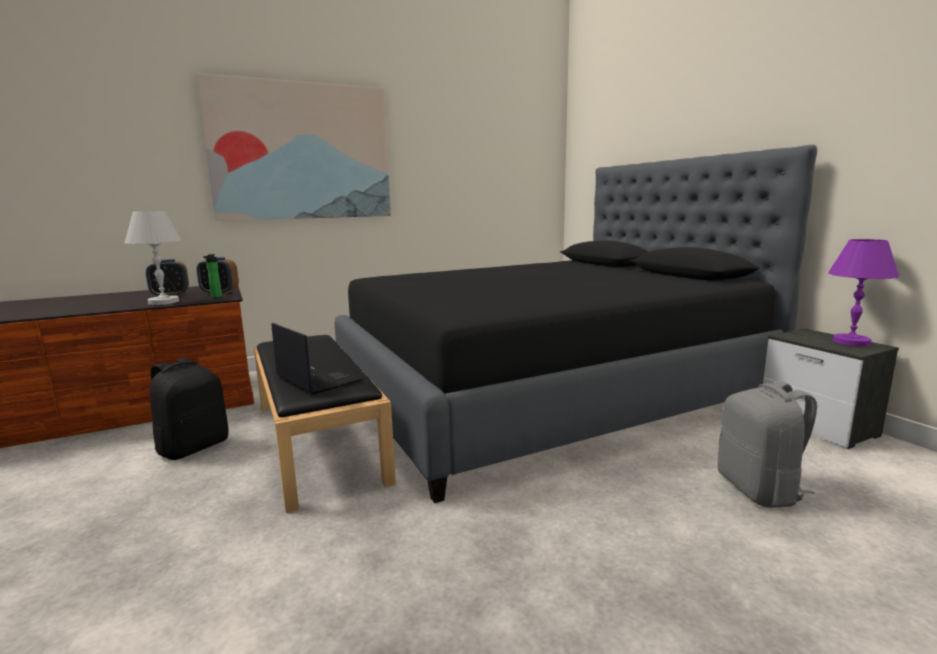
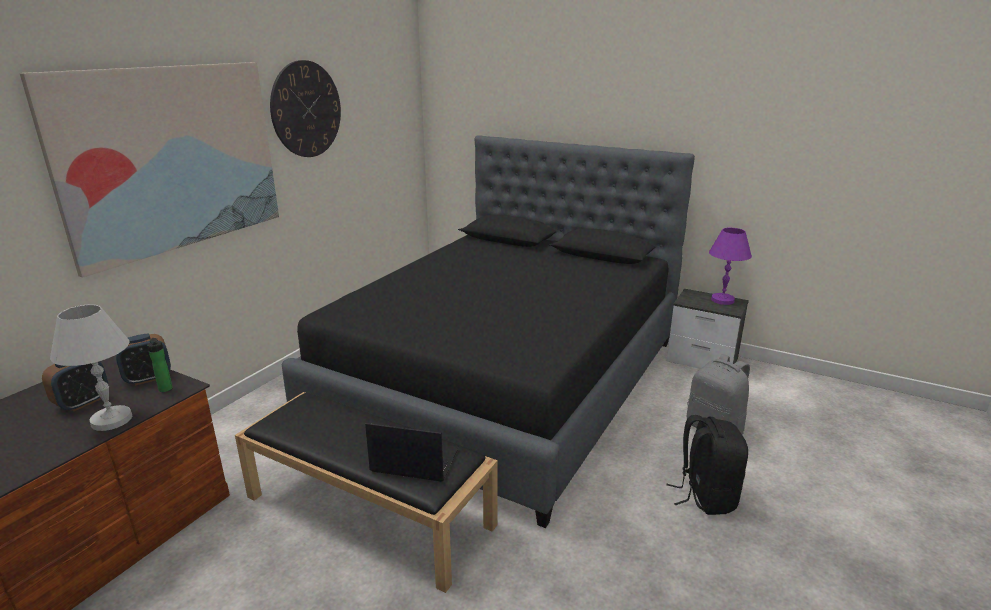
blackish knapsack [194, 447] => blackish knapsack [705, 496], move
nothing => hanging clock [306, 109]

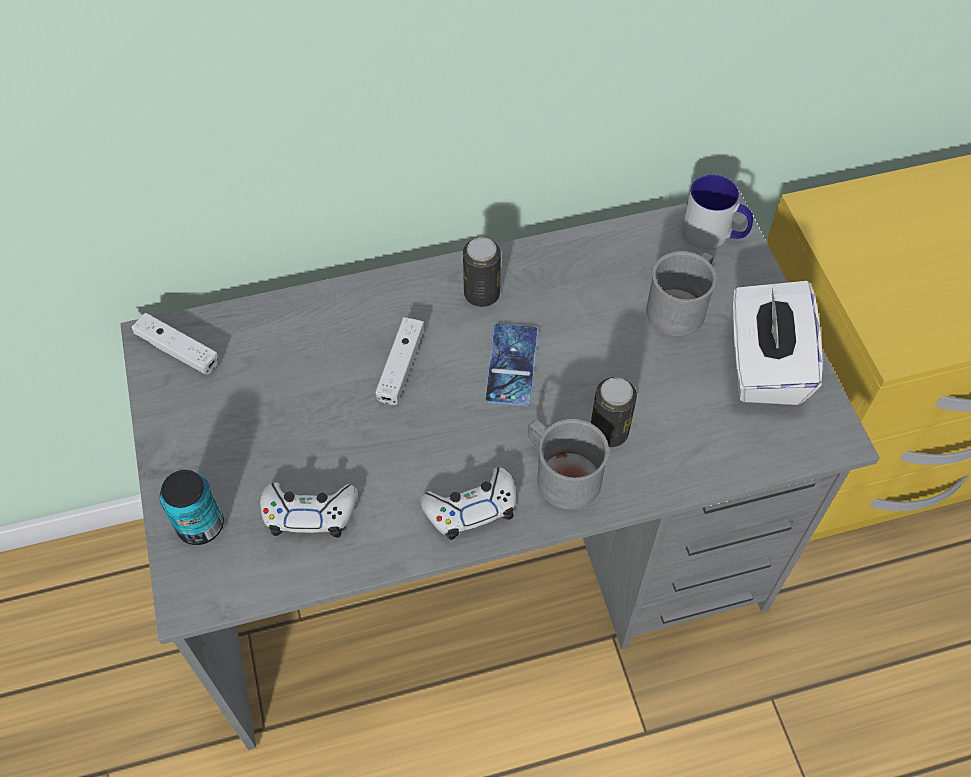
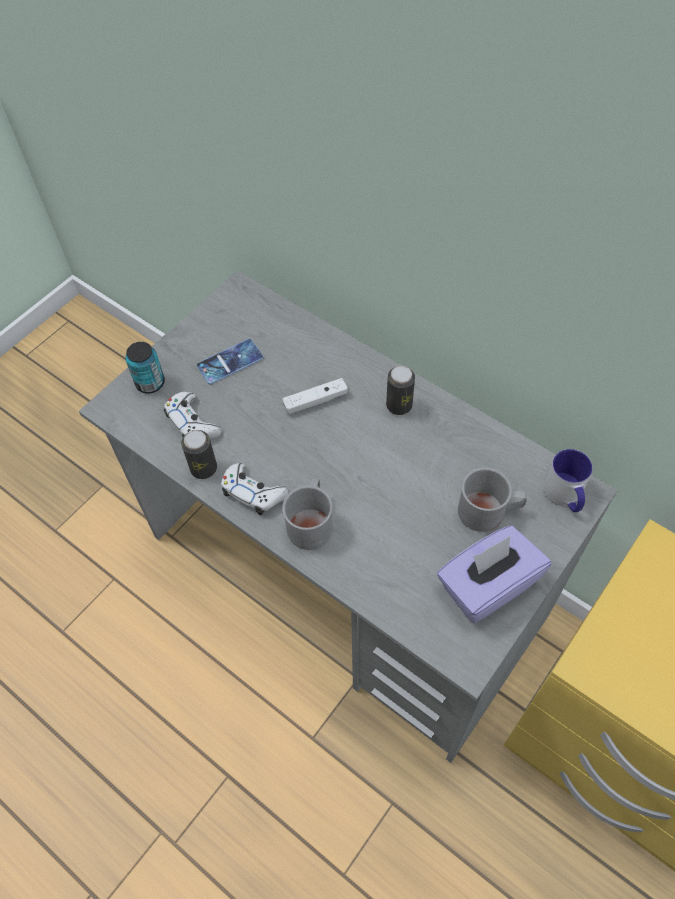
white joypad [178, 350] => nothing
handset [511, 365] => handset [230, 362], move
sealed can [609, 432] => sealed can [204, 468], move
white box of tissues [764, 365] => purple-coloured box of tissues [487, 585]

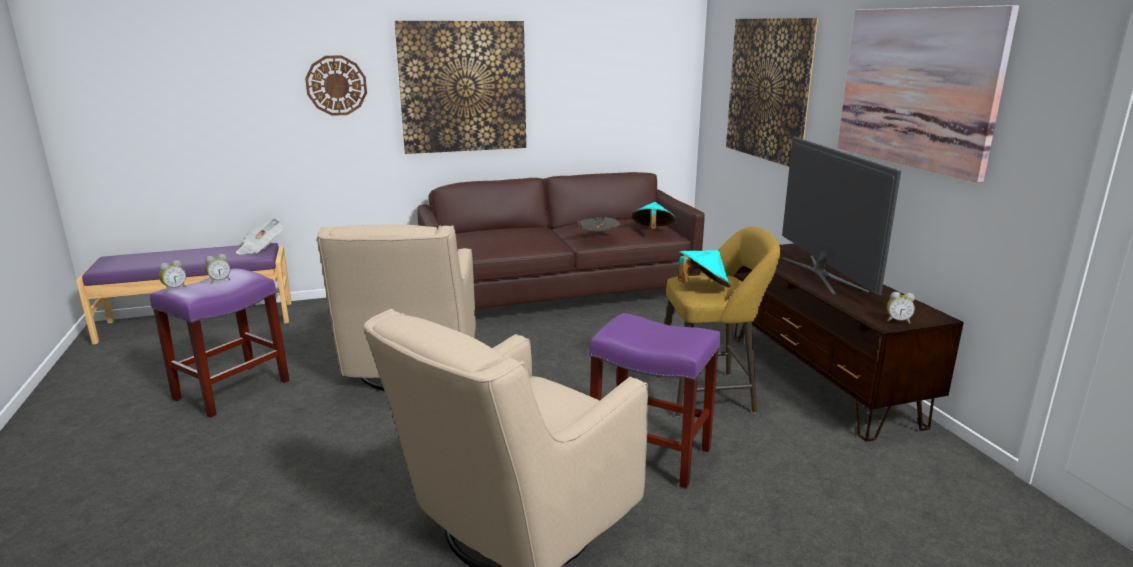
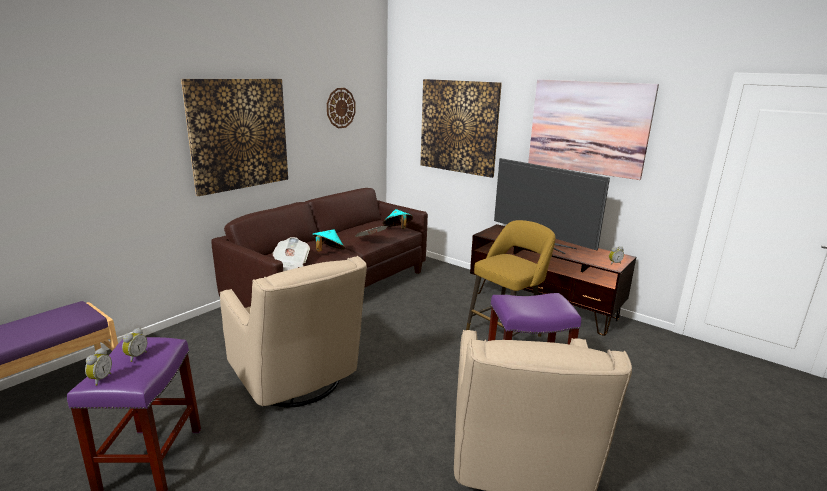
printed paper [261, 249] => printed paper [291, 264], move
hanging clock [336, 85] => hanging clock [340, 108], move
turquoise hat [702, 287] => turquoise hat [328, 252], move

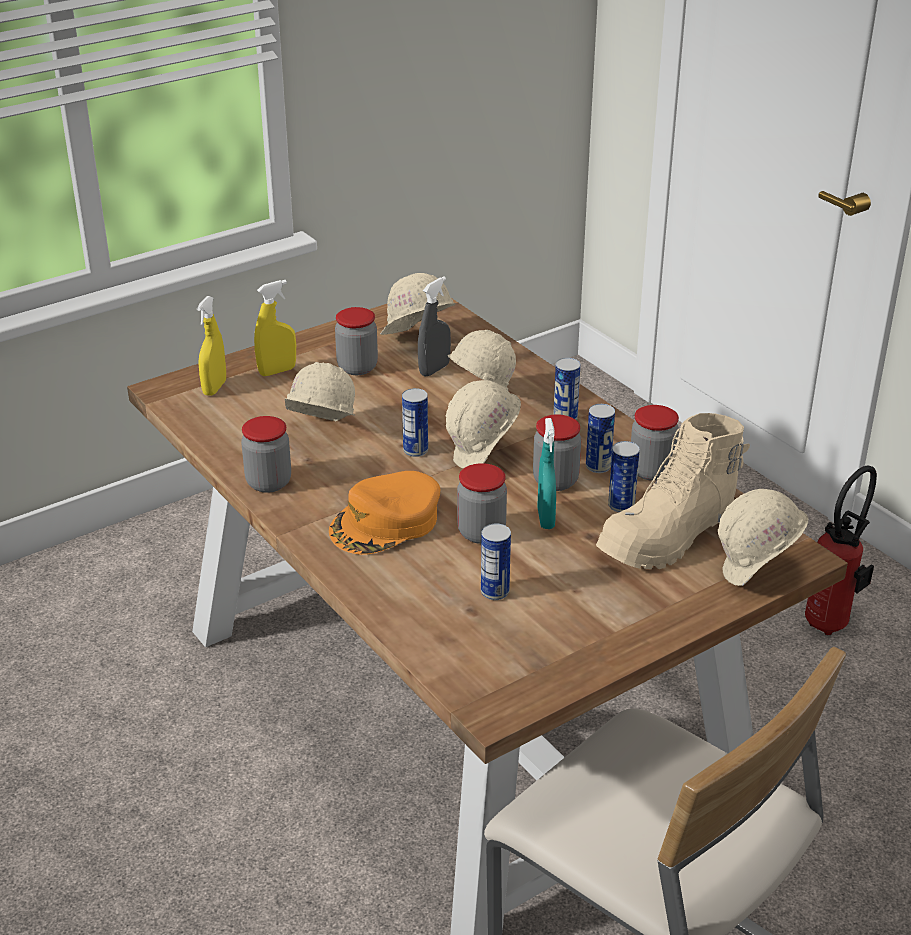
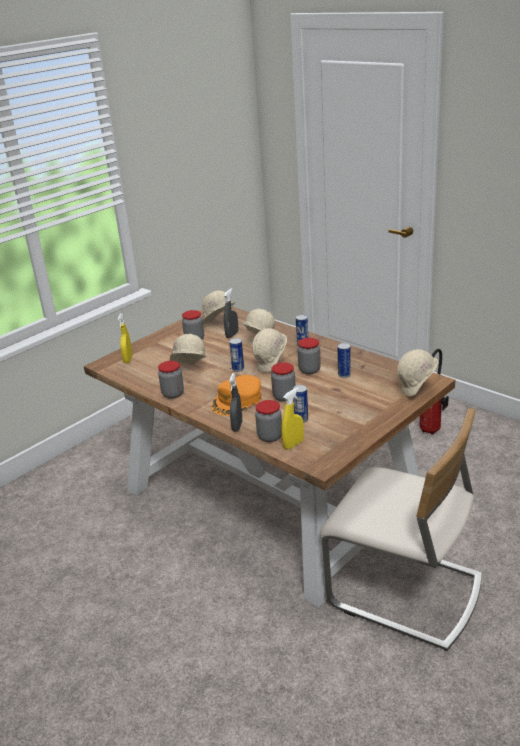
yellow sprayer [277, 371] => yellow sprayer [293, 444], move
turquoise sprayer [545, 518] => nothing
sealed can [598, 466] => nothing
beige-coloured high-top boot [669, 536] => nothing
storage jar [651, 471] => storage jar [270, 437], move
nothing => grey sprayer [237, 426]

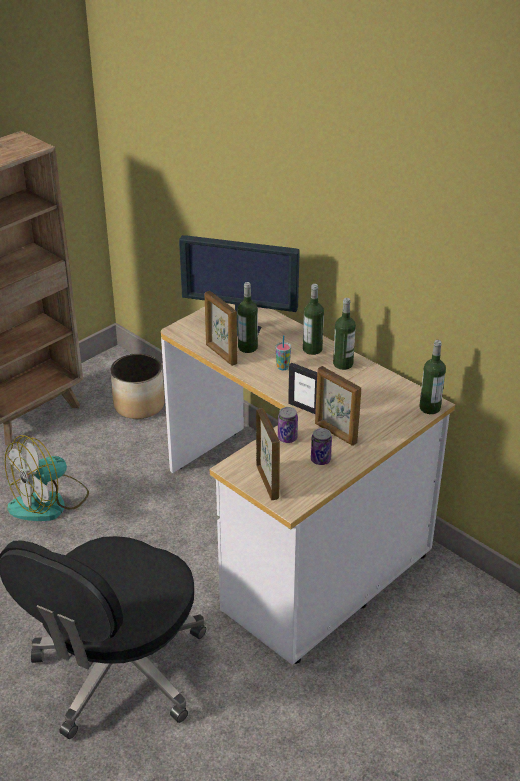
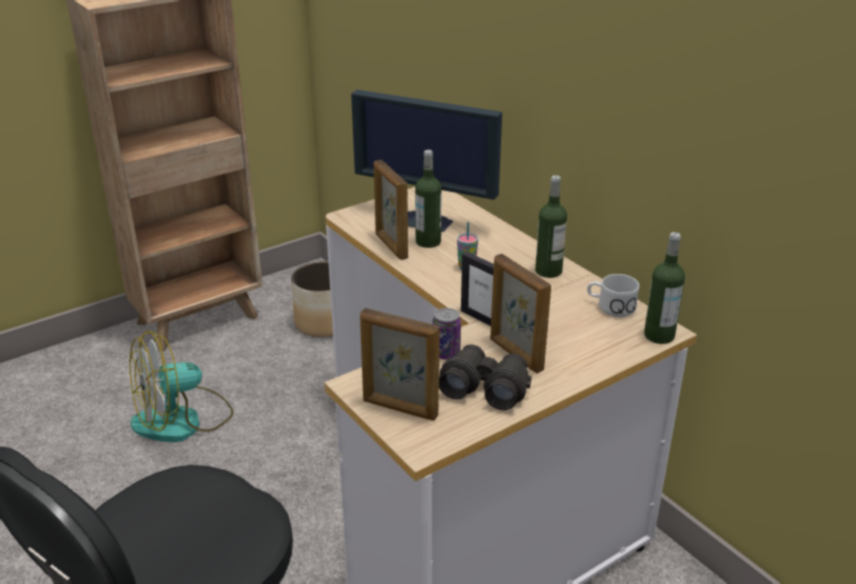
picture frame [267, 482] => picture frame [400, 409], 120 degrees clockwise
beverage bottle [312, 349] => nothing
sealed can [320, 460] => blackish pair of binoculars [485, 387]
nothing => white mug [610, 307]

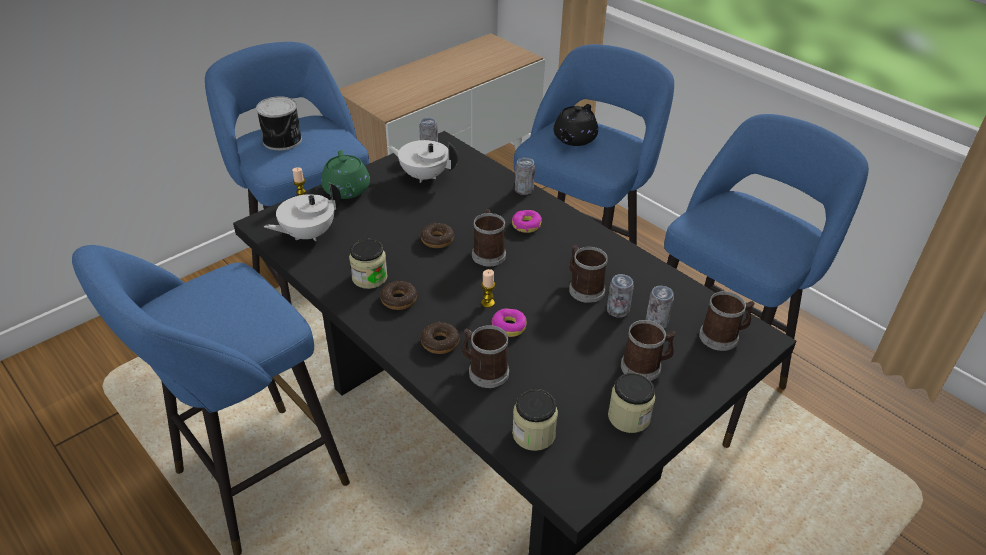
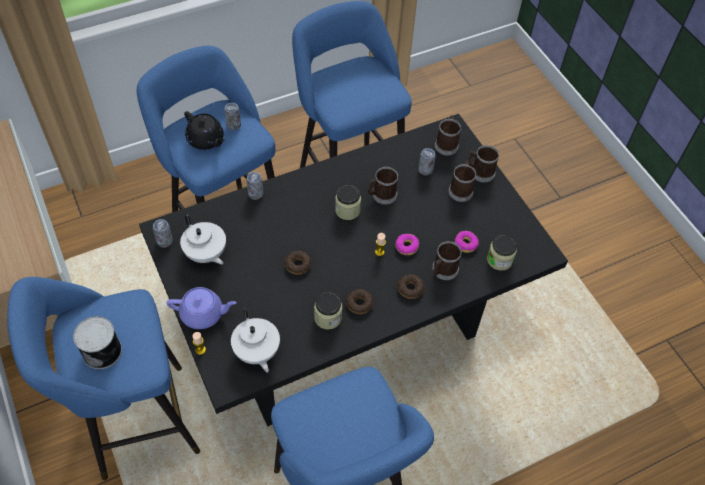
green pot for tea [346, 190] => purple-coloured pot for tea [203, 314]
white pot for tea [424, 176] => white pot for tea [205, 254], 75 degrees counterclockwise
mug [488, 253] => mug [480, 172], move
donut [526, 225] => donut [466, 244], move
sealed can [617, 310] => sealed can [233, 125], move
storage jar [629, 417] => storage jar [347, 210], move

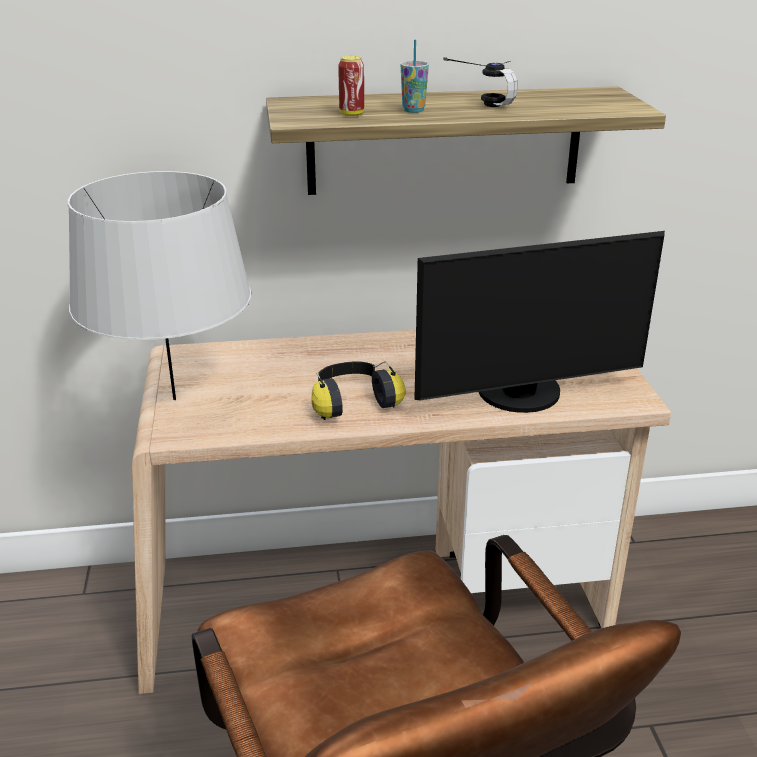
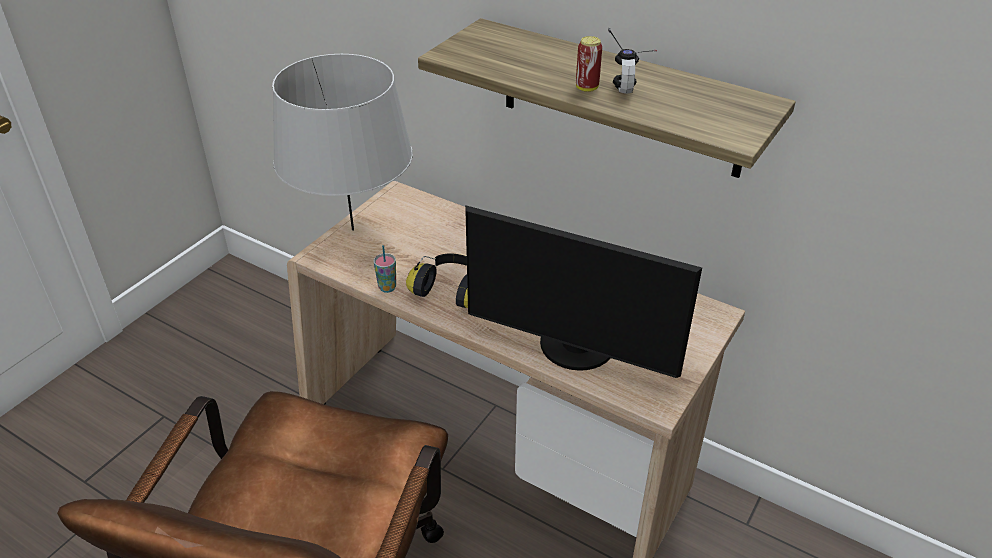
sealed can [351, 114] => sealed can [587, 88], move
cup [413, 110] => cup [387, 288], move

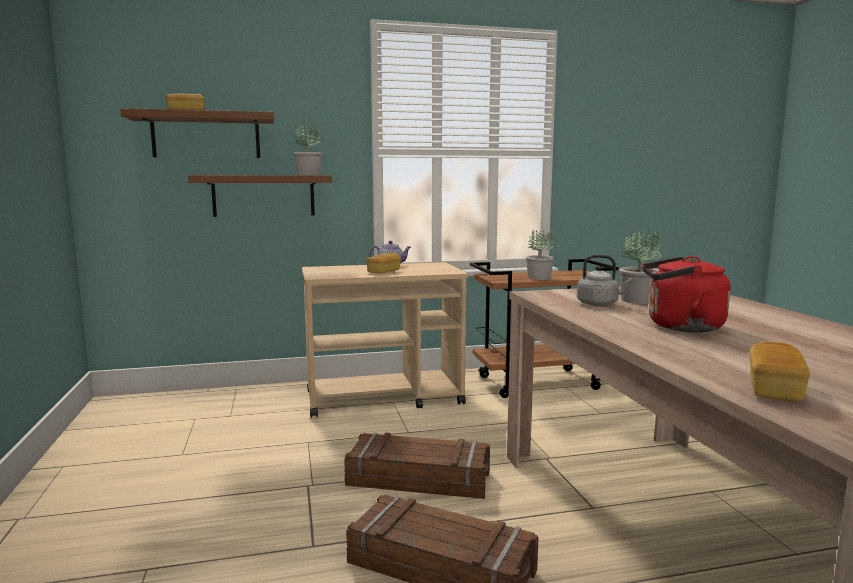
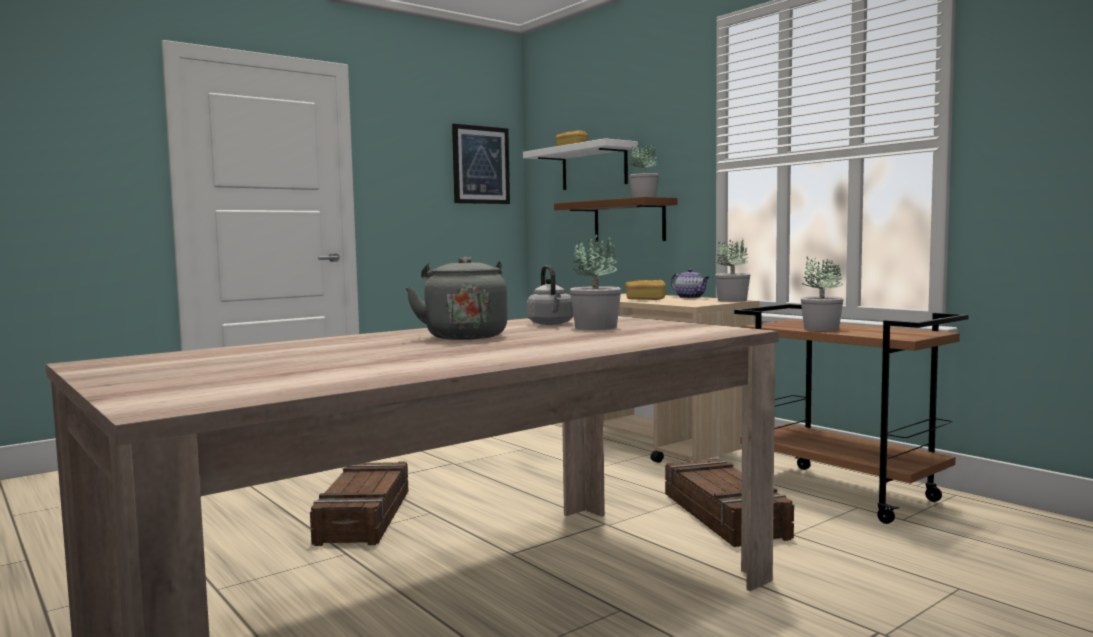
brown-coloured shelf [206, 136] => white shelf [594, 167]
crate [419, 478] => crate [725, 515], move
red-coloured tea kettle [680, 327] => grey tea kettle [464, 336]
bread [774, 390] => nothing
nothing => wall art [480, 165]
nothing => houseplant [732, 300]

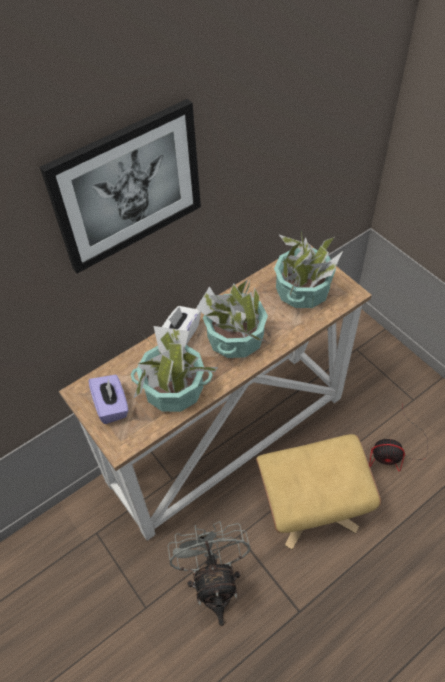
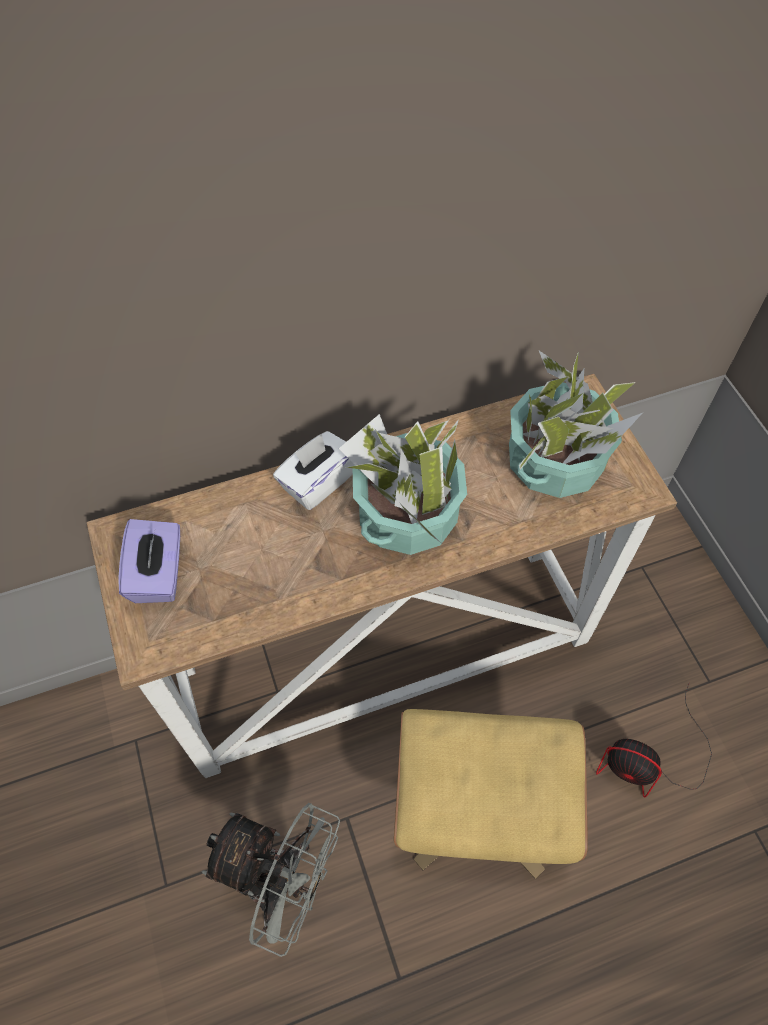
wall art [127, 187] => nothing
houseplant [174, 389] => nothing
grey electric fan [214, 583] => grey electric fan [282, 883], 105 degrees clockwise

